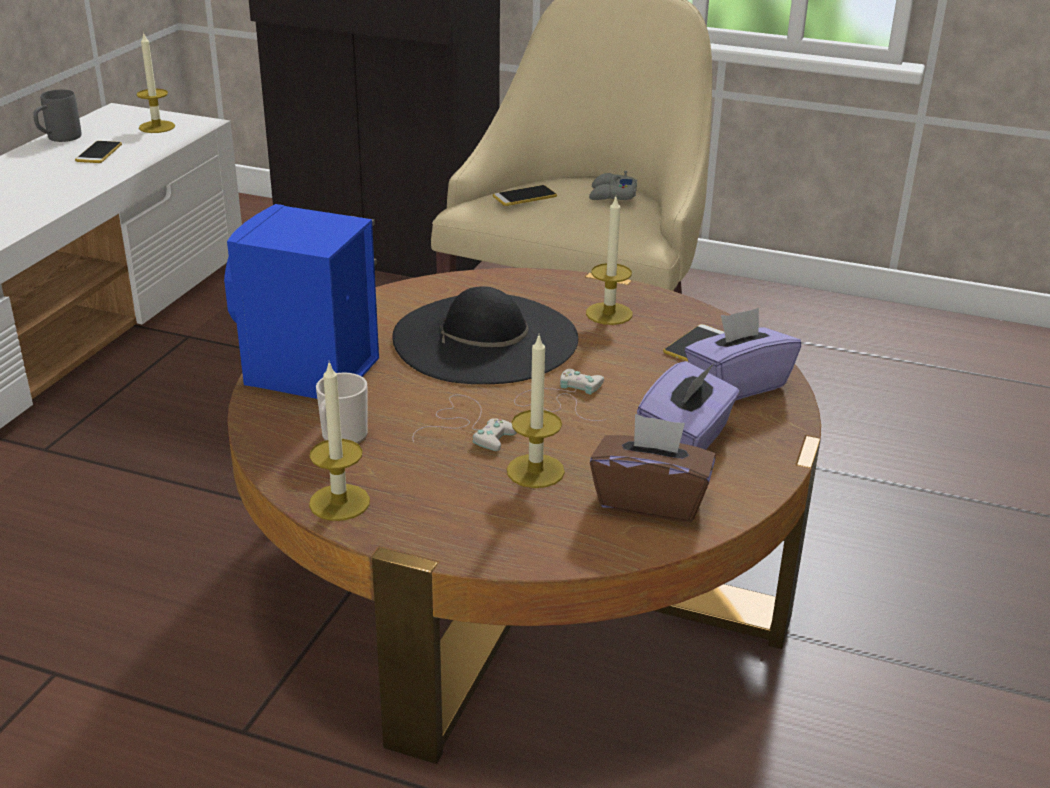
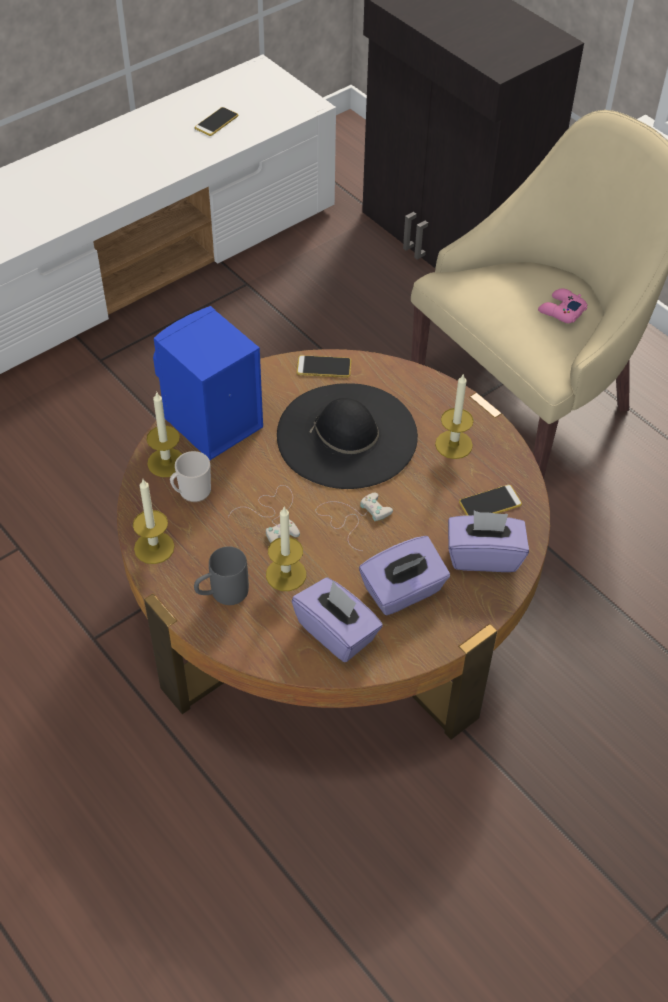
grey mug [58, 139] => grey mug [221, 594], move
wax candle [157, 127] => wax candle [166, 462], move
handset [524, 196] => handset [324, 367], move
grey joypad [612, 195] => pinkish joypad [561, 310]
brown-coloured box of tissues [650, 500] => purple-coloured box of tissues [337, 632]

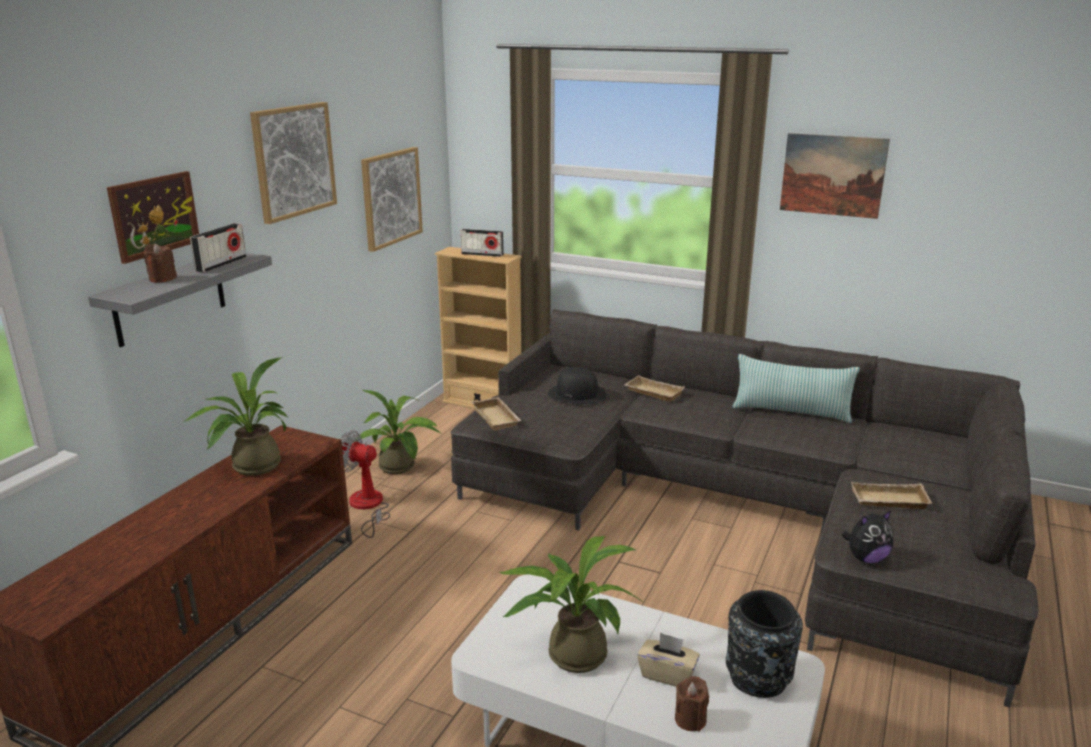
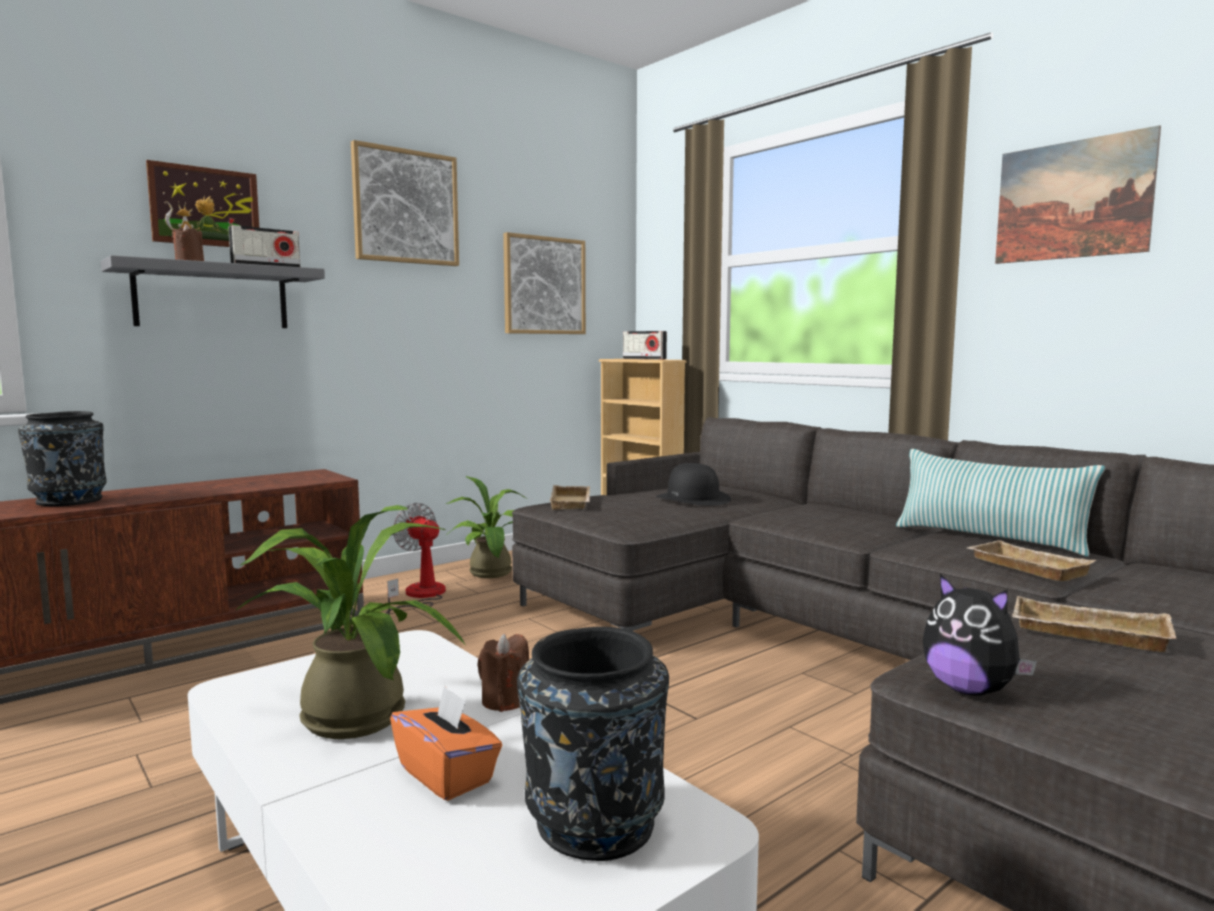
houseplant [250, 467] => nothing
beige-coloured carrying tray [652, 393] => beige-coloured carrying tray [1024, 567], move
beige-coloured box of tissues [667, 674] => orange box of tissues [447, 774]
brown-coloured wax candle [690, 719] => brown-coloured wax candle [505, 701], move
soft toy [866, 558] => soft toy [970, 690], 45 degrees clockwise
nothing => blackish vase [69, 501]

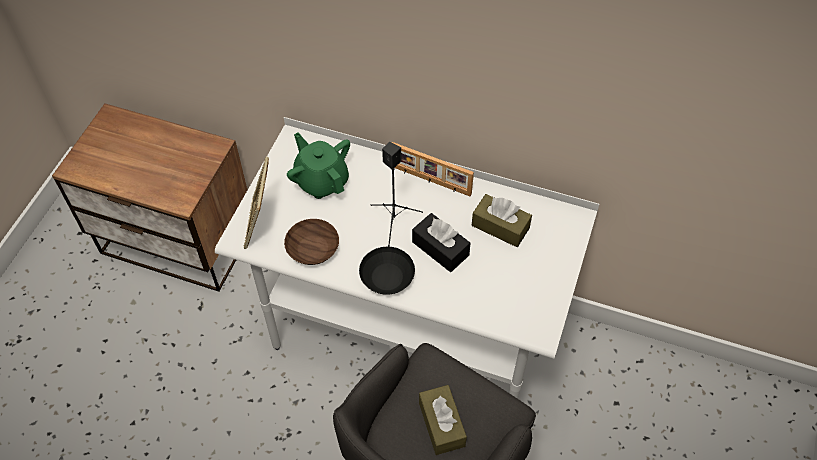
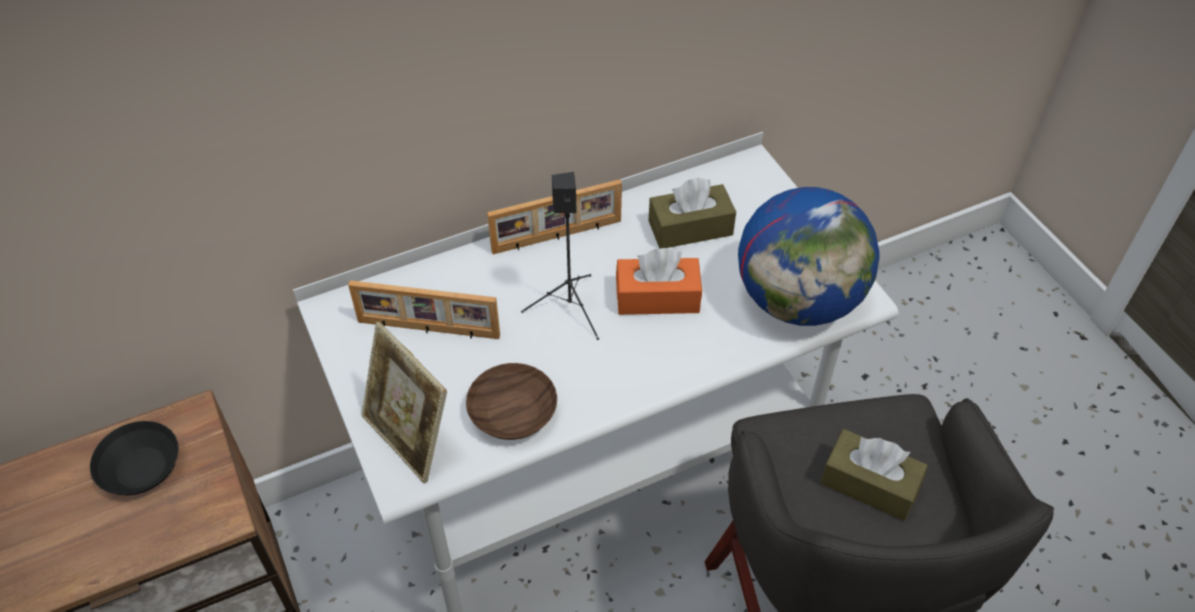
green pot for tea [321, 181] => picture frame [428, 330]
blackish bowl [387, 278] => blackish bowl [142, 470], move
blackish box of tissues [440, 248] => orange box of tissues [657, 297]
nothing => globe [798, 300]

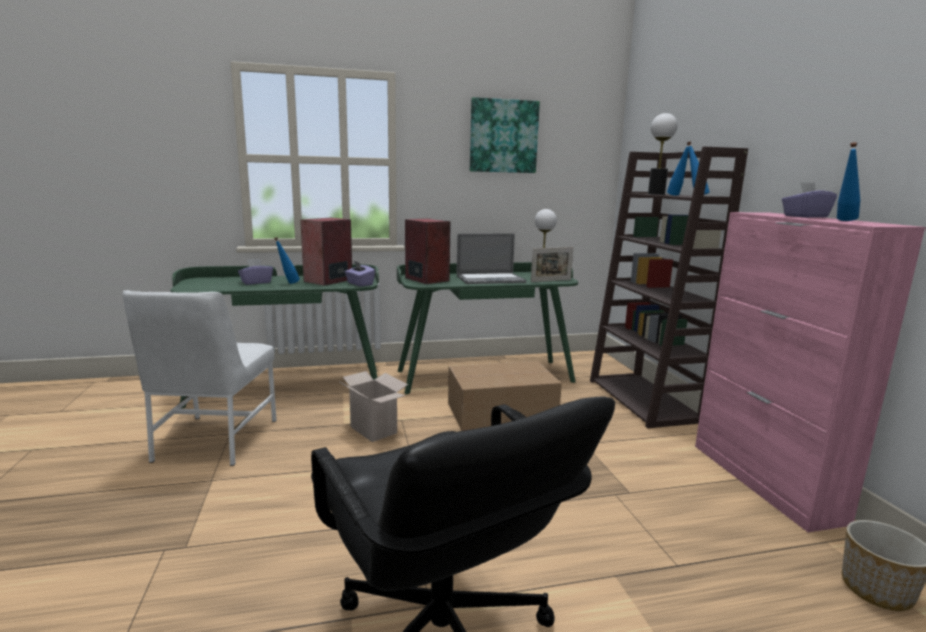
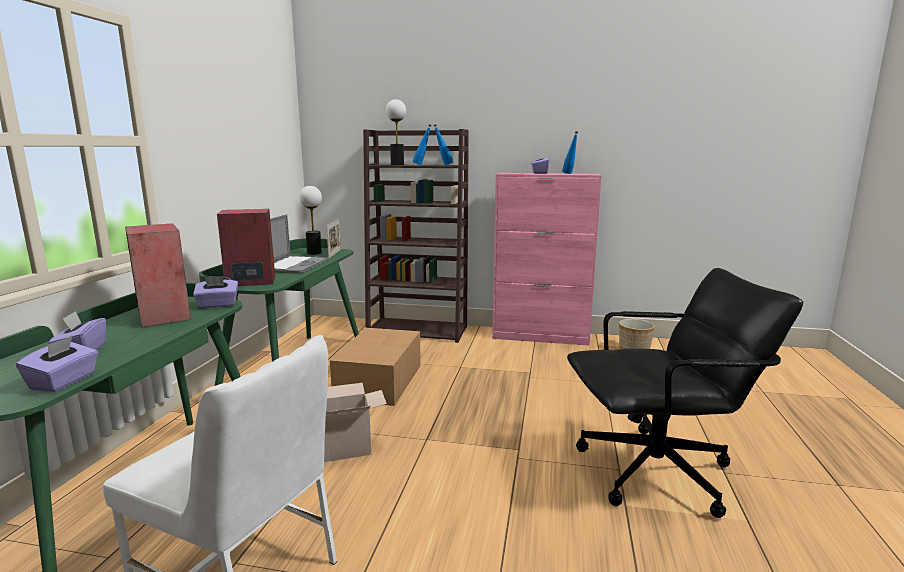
blue-coloured beverage bottle [288, 283] => nothing
wall art [503, 136] => nothing
nothing => purple-coloured box of tissues [64, 382]

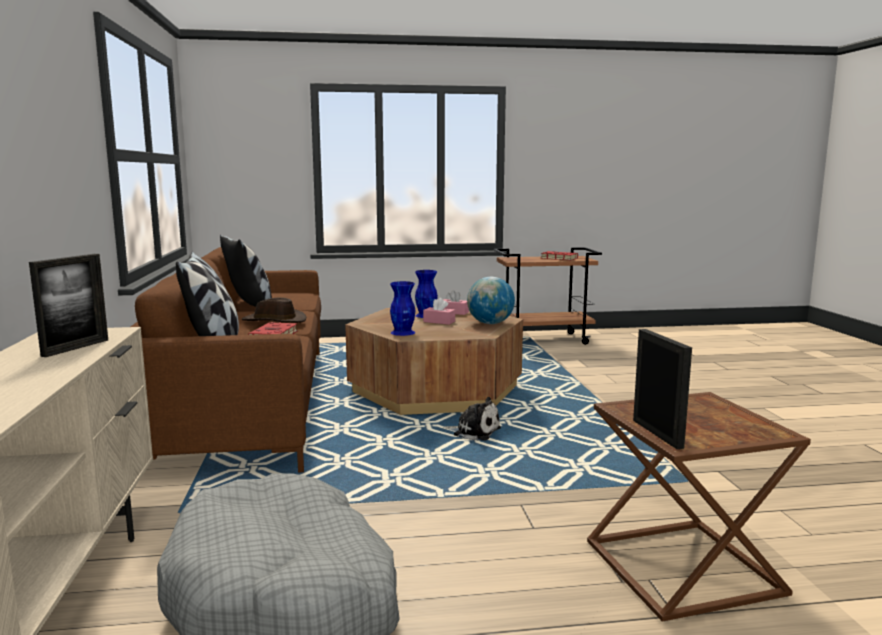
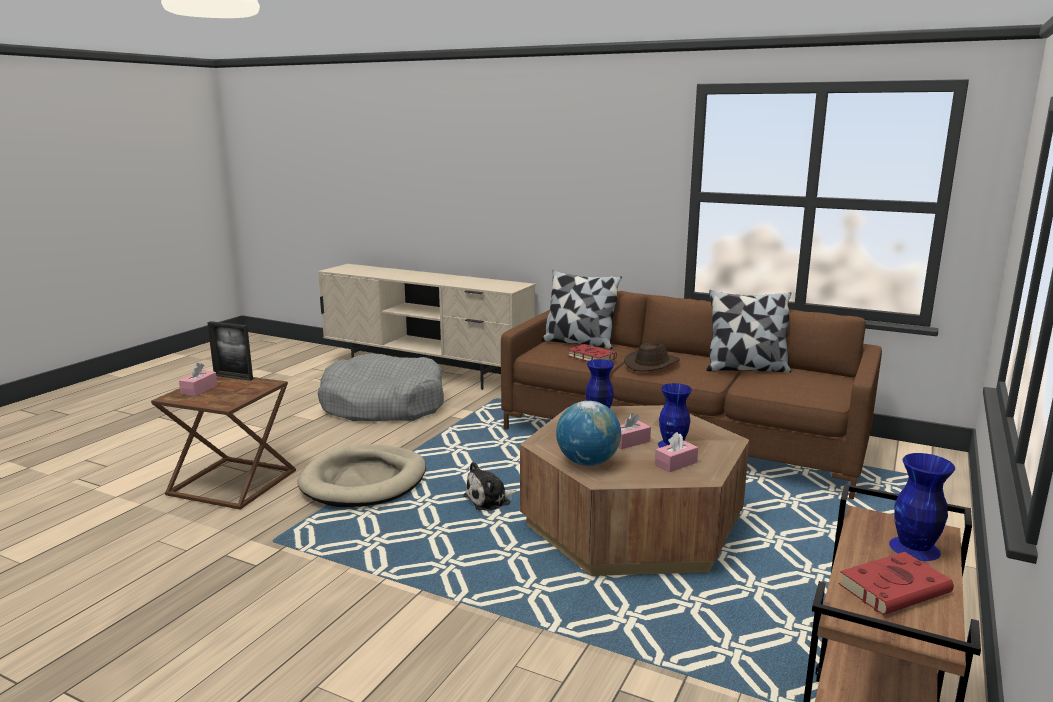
picture frame [76, 348] => nothing
nothing => pinkish box of tissues [199, 389]
nothing => beige-coloured dog cushion [364, 481]
nothing => blue-coloured vase [913, 548]

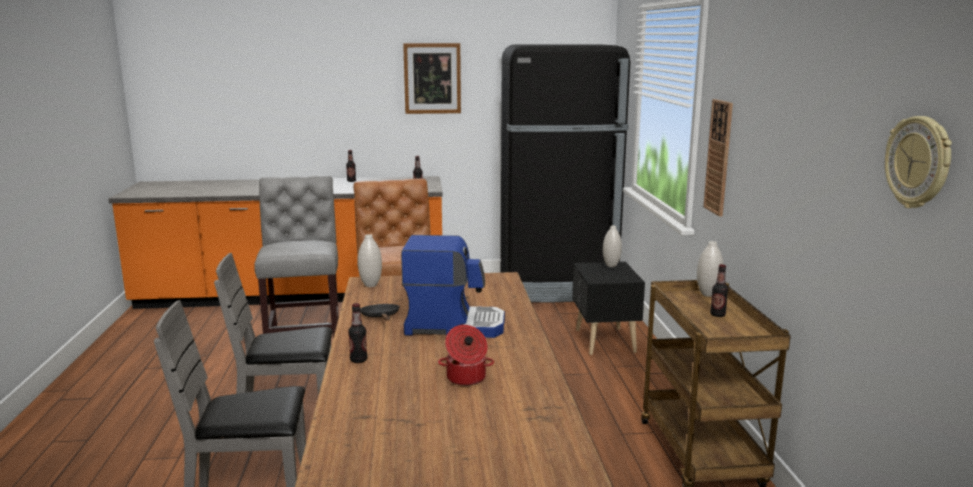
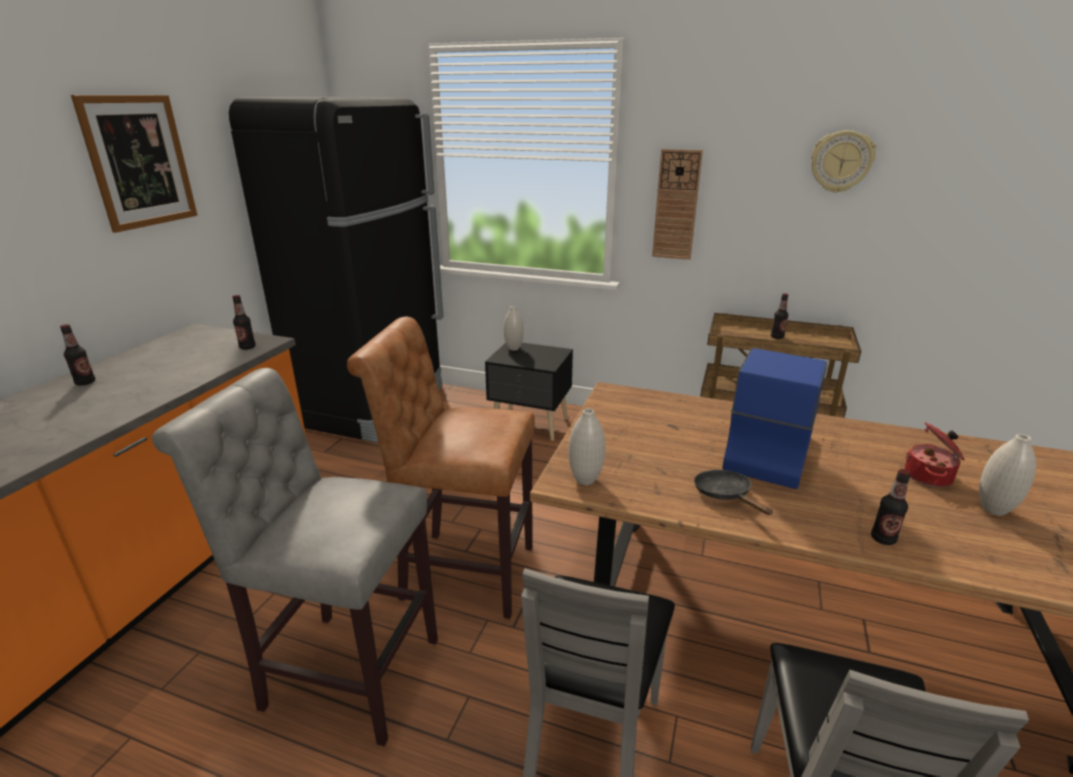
blackish frying pan [381, 317] => blackish frying pan [725, 495], 60 degrees clockwise
white vase [708, 294] => white vase [993, 510], move
hanging clock [919, 162] => hanging clock [841, 161], move

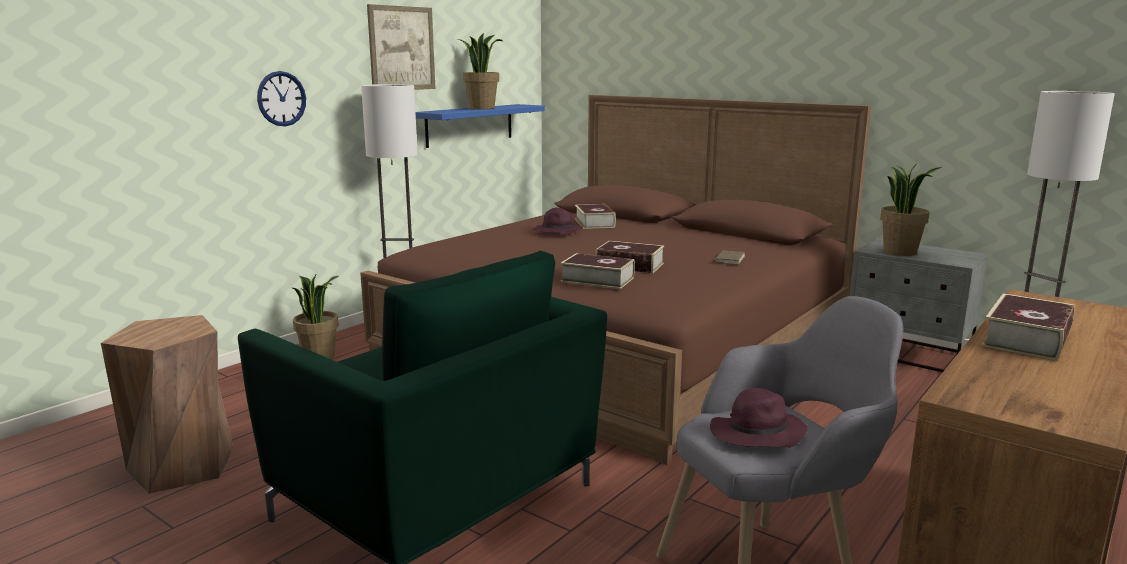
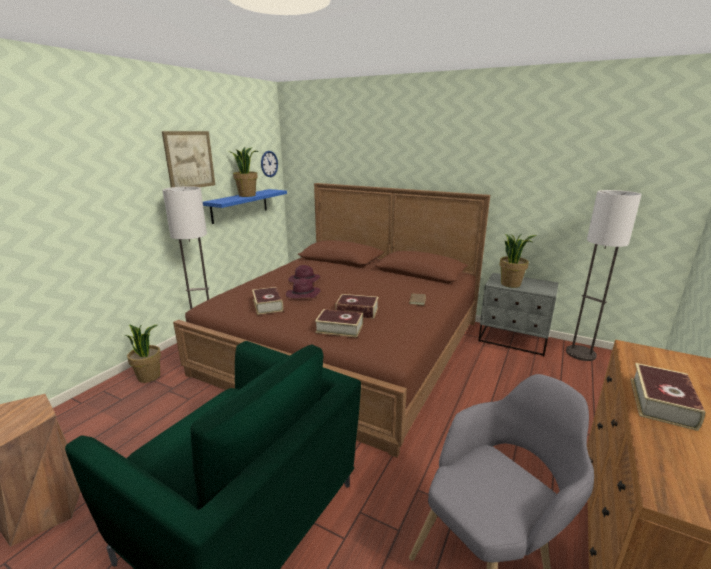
hanging clock [281, 98] => hanging clock [269, 164], move
volume [594, 223] => volume [267, 305], move
purple-coloured hat [756, 435] => purple-coloured hat [302, 295], move

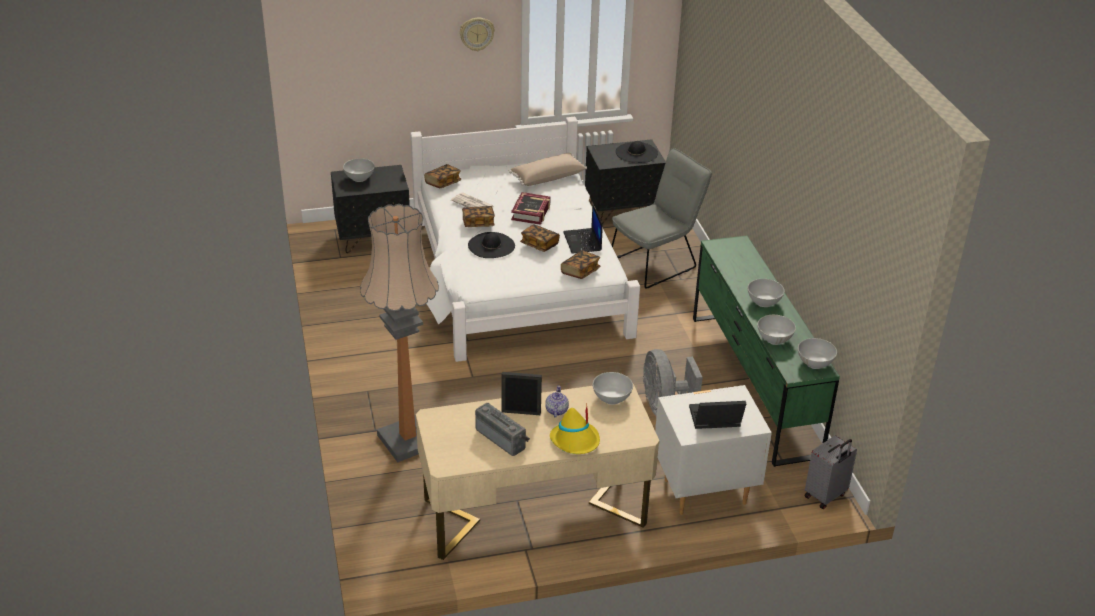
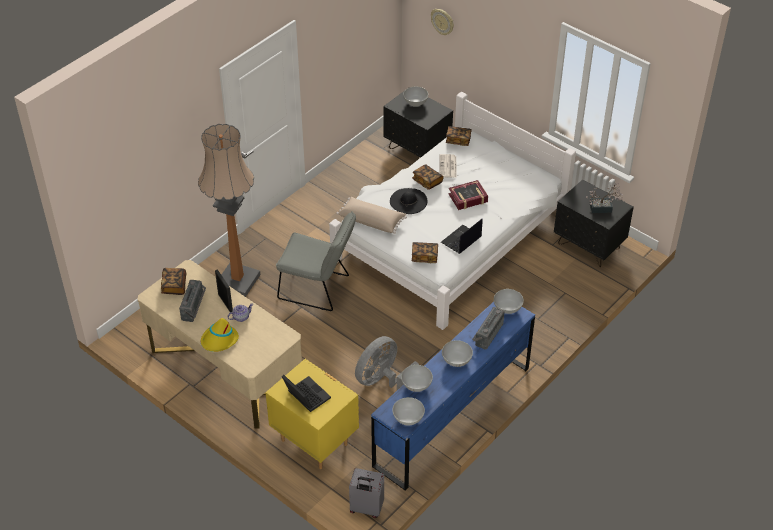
hanging clock [476, 33] => hanging clock [442, 21], move
beige-coloured throw pillow [547, 177] => beige-coloured throw pillow [372, 220], move
volume [539, 244] => volume [174, 286], move
white bowl [611, 398] => white bowl [507, 308], move
grey chair [657, 262] => grey chair [318, 288], move
blackish hat [636, 153] => houseplant [603, 208]
white night table [704, 491] => yellow night table [315, 442]
green chest of drawers [753, 384] => blue-coloured chest of drawers [452, 416]
nothing => radio [487, 333]

